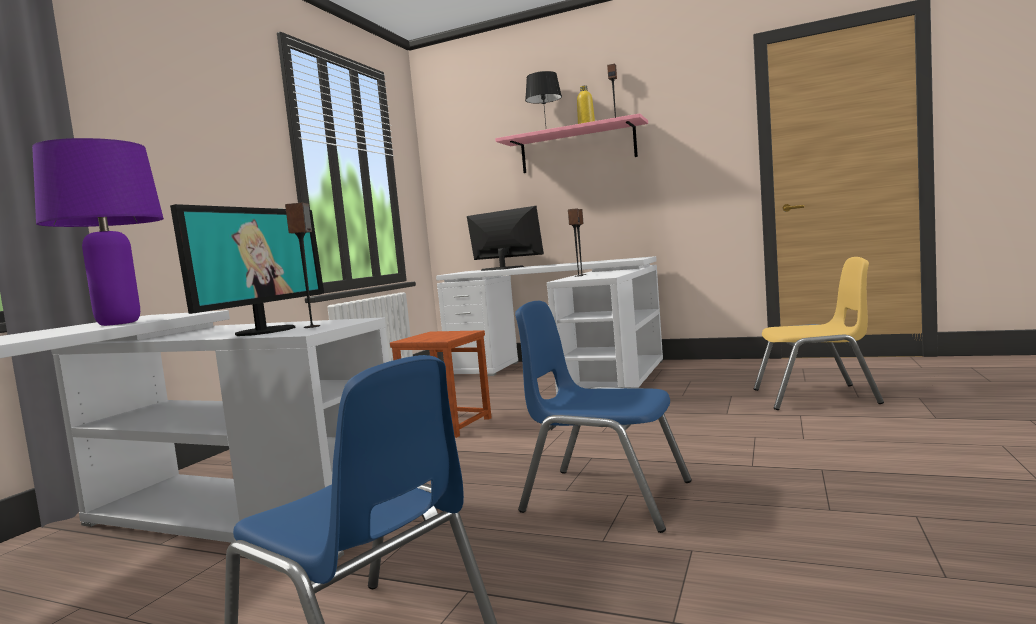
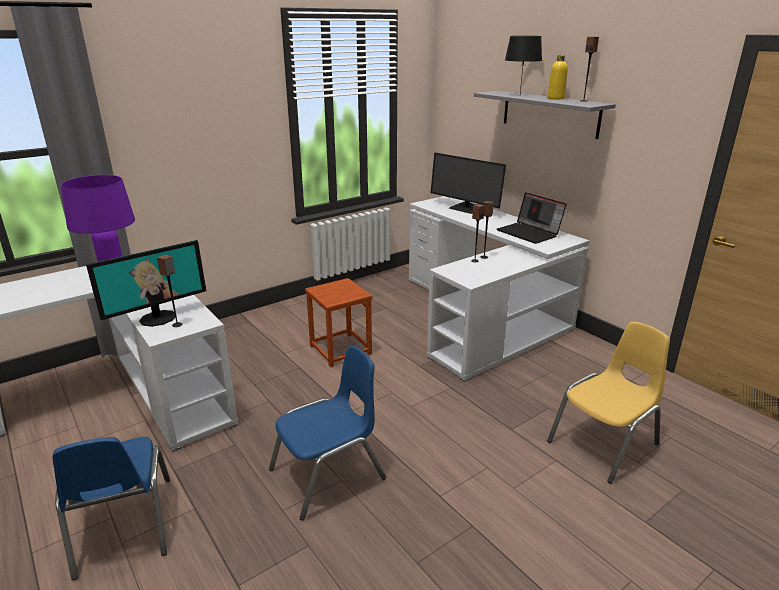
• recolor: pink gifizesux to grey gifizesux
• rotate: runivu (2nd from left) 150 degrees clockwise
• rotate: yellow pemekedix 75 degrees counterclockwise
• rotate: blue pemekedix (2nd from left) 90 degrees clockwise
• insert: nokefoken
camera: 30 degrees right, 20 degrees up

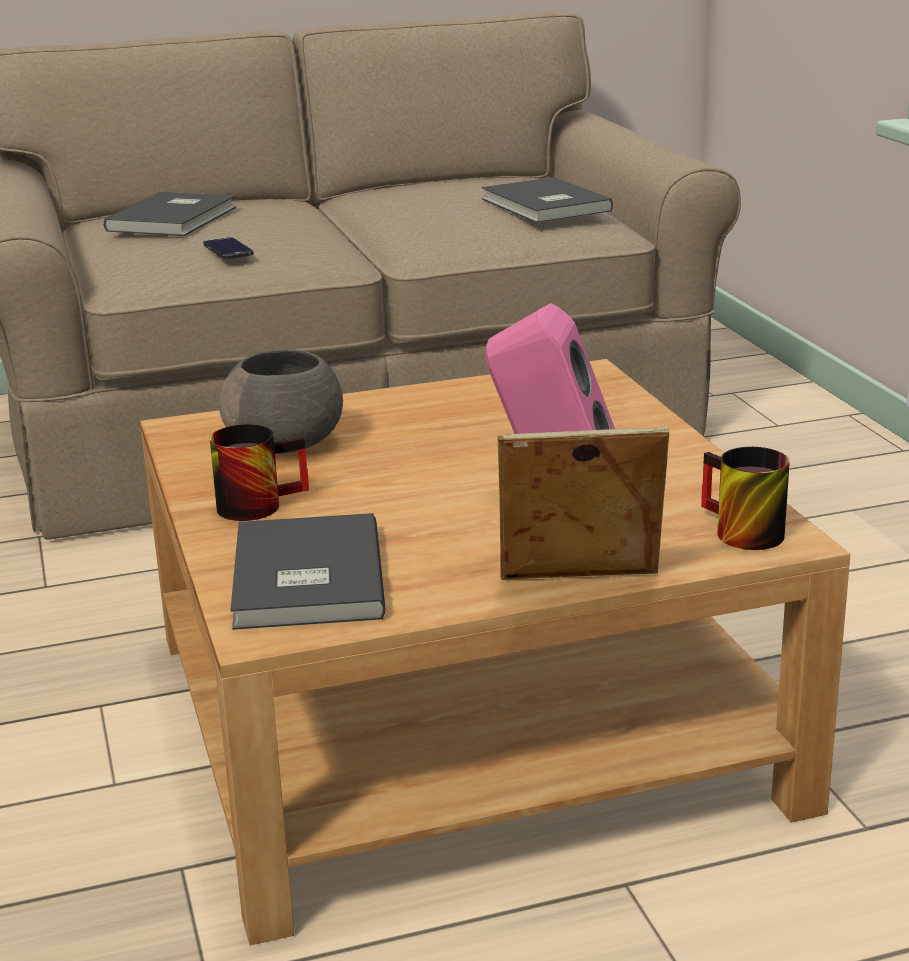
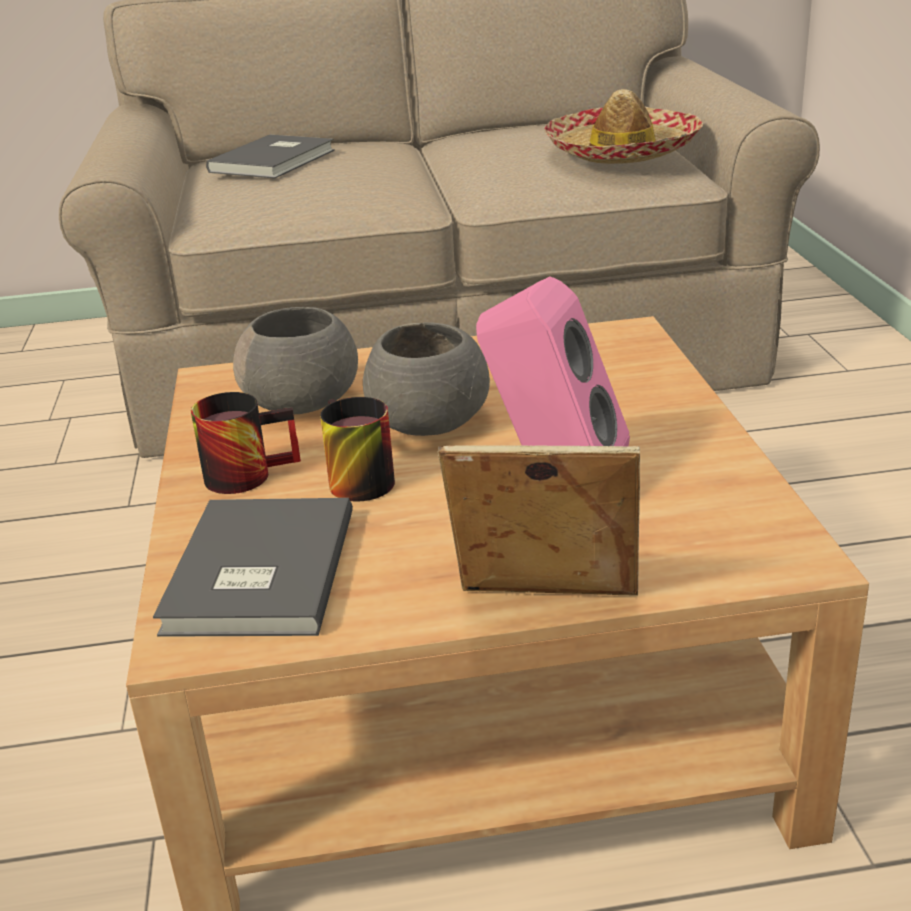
• replace: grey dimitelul (3rd from left) to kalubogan
• delete: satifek
• move: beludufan (2nd from left)
• insert: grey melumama (2nd from left)
camera: 10 degrees right, 5 degrees up

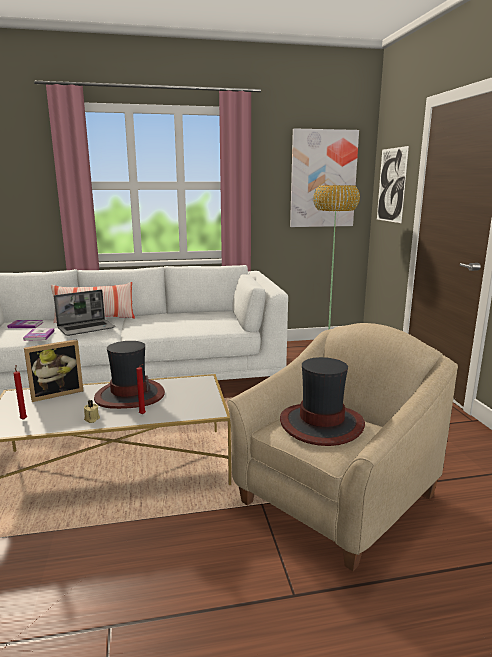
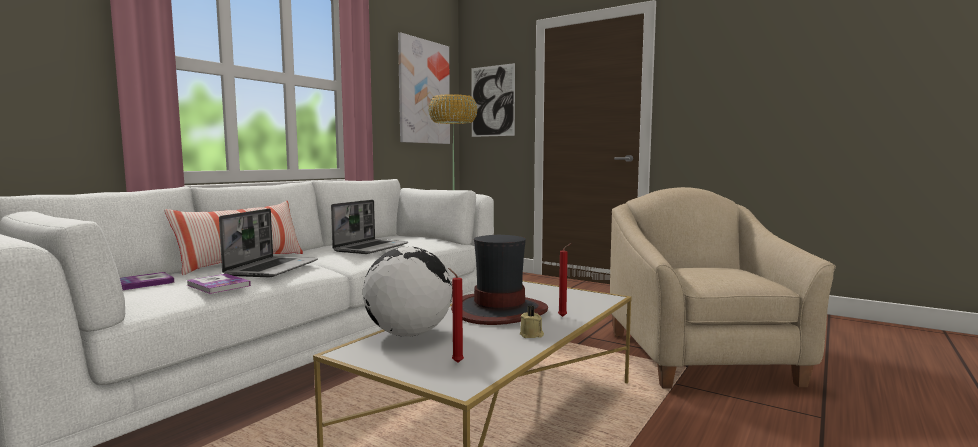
• replace: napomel to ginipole
• delete: kalubogan (2nd from left)
• insert: nokefoken (2nd from left)
camera: 45 degrees left, 10 degrees down

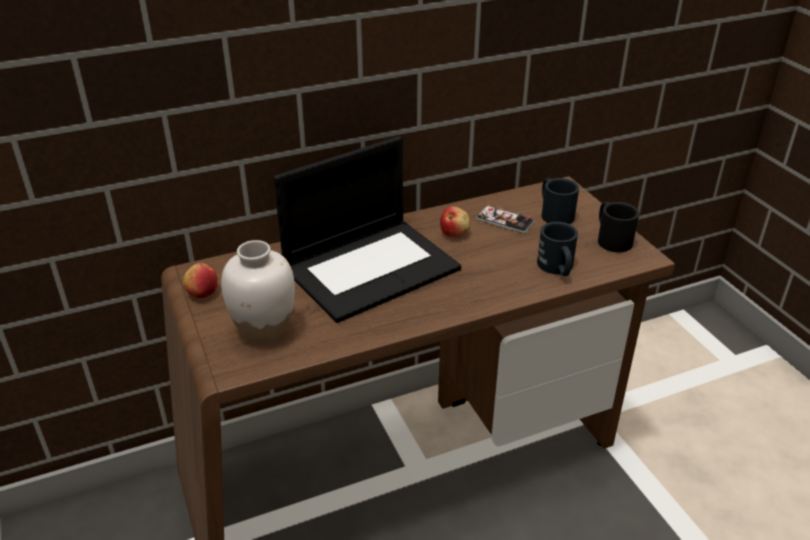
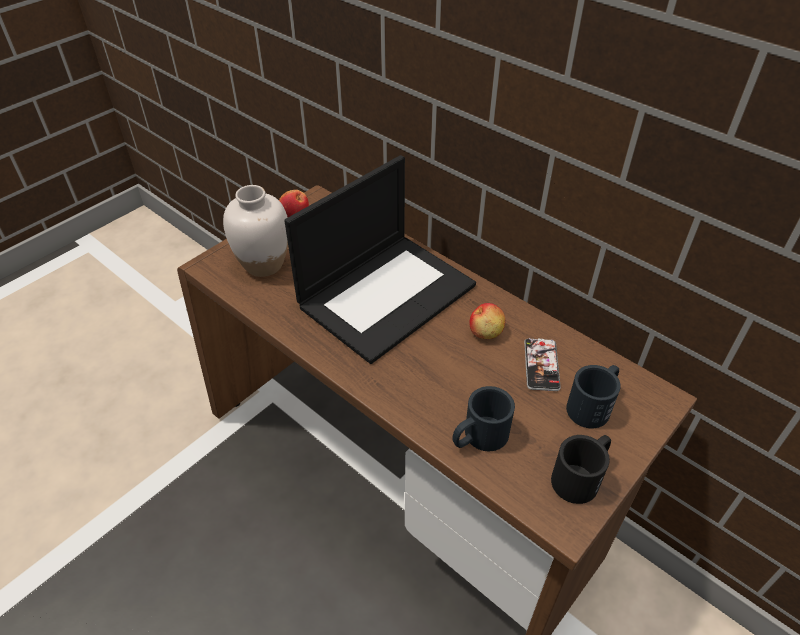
• rotate: nokefoken 75 degrees counterclockwise
camera: 65 degrees right, 10 degrees up

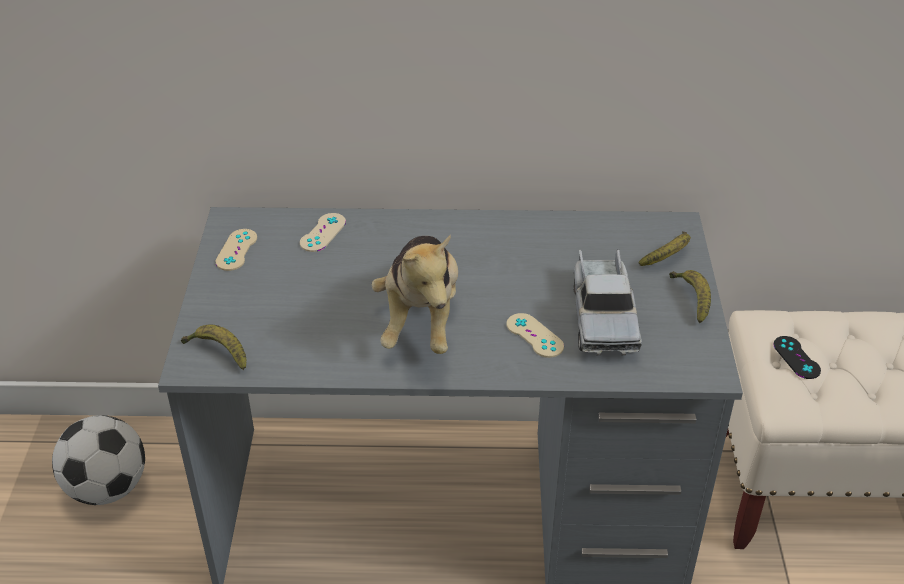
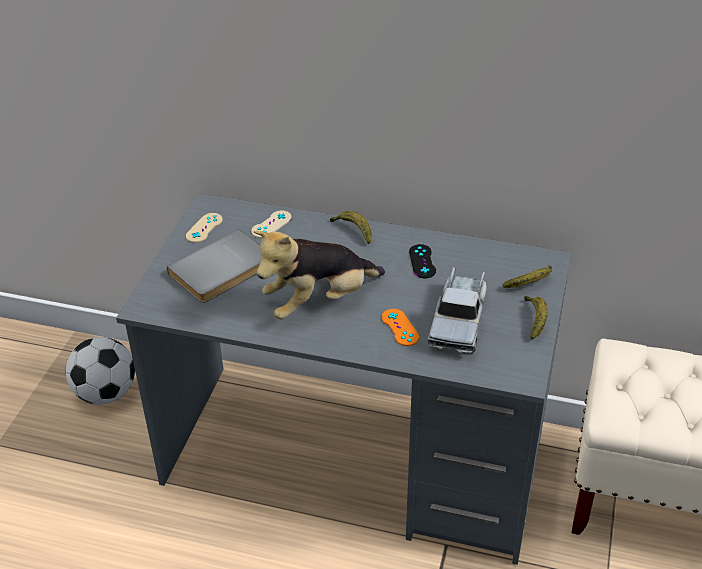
• rotate: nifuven 45 degrees clockwise
• recolor: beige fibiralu (3rd from left) to orange fibiralu
• move: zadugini (1st from left)
• move: black fibiralu
• insert: grey dimitelul
camera: 15 degrees right, 0 degrees up

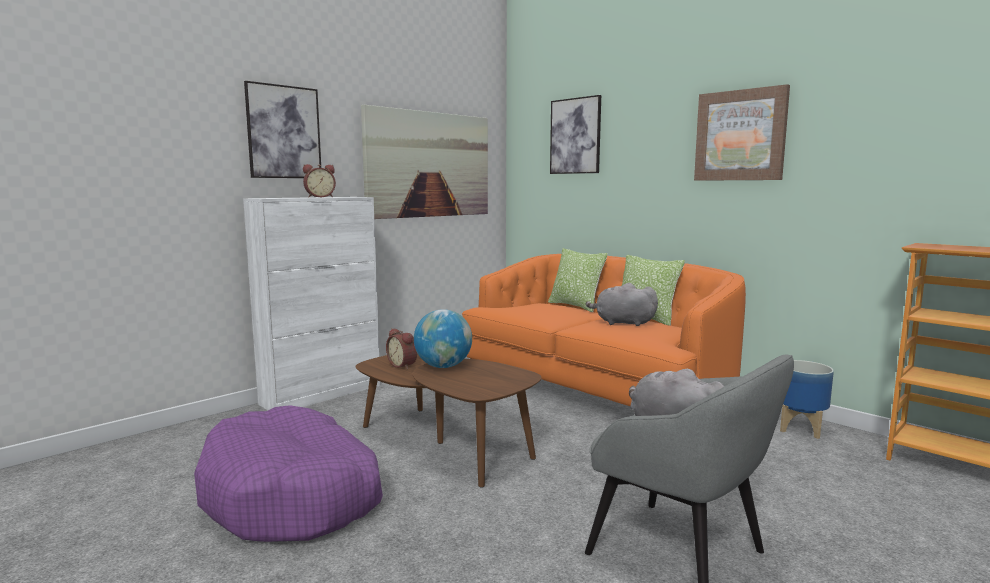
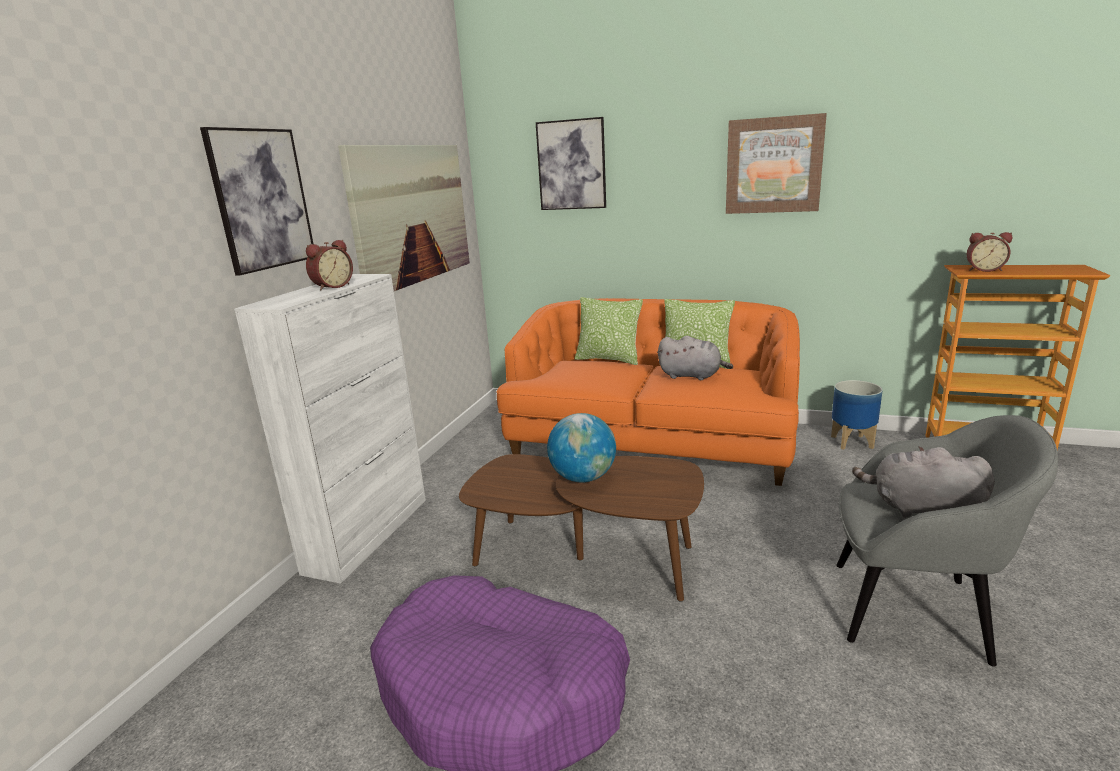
• rotate: grey nifuven (1st from left) 150 degrees counterclockwise
• move: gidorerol (2nd from left)
camera: 25 degrees left, 10 degrees up

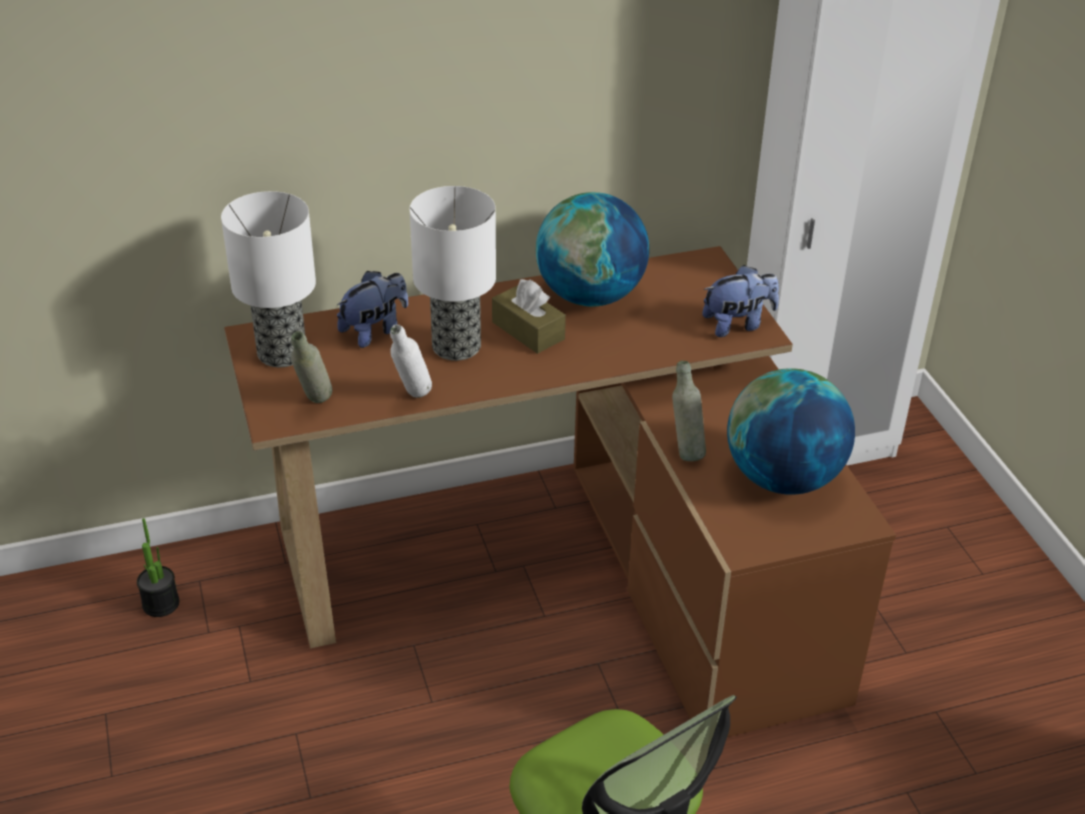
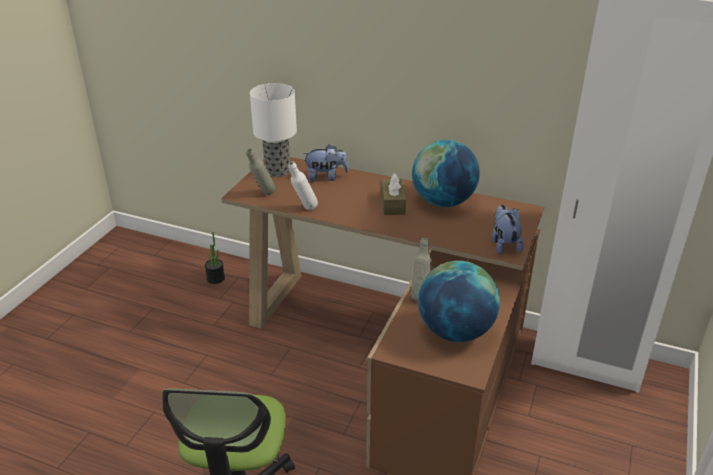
• delete: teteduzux (2nd from left)
• rotate: nifuven (2nd from left) 120 degrees counterclockwise
camera: 40 degrees right, 5 degrees down

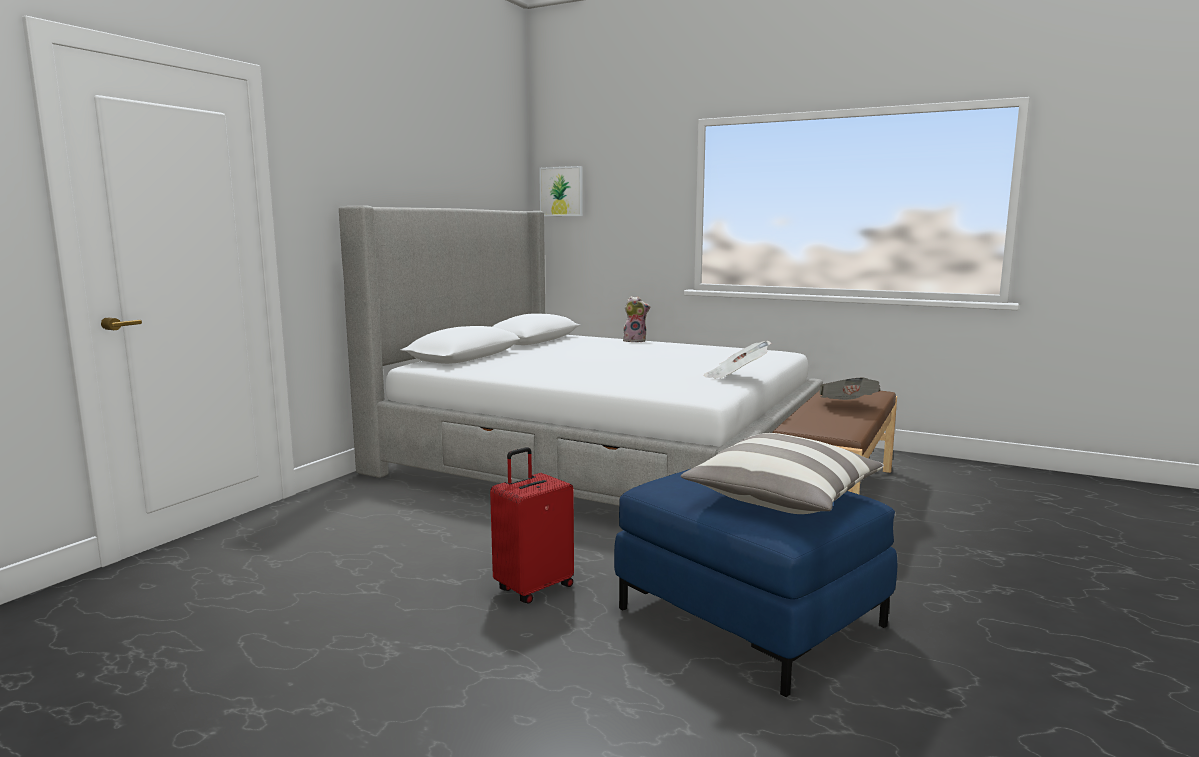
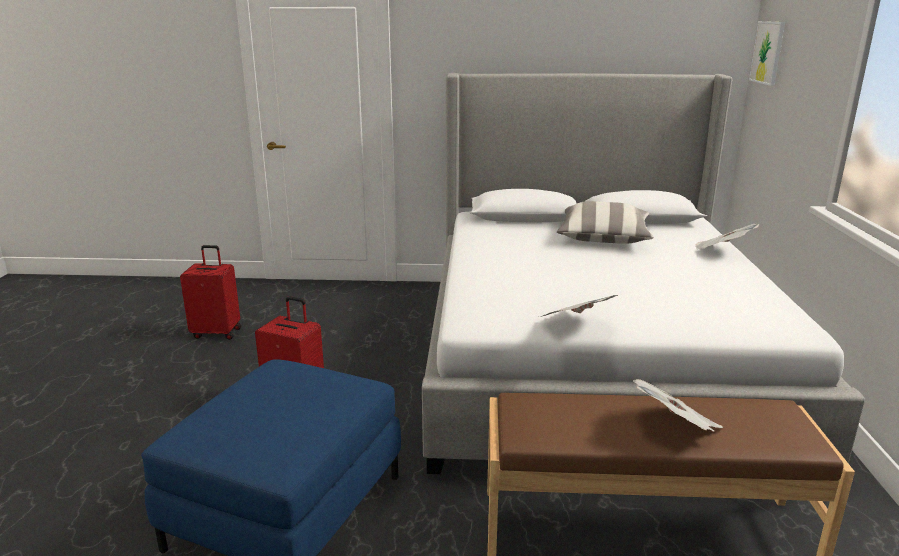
• replace: nifuven to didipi (3rd from left)
• move: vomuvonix
• insert: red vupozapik (1st from left)
camera: 65 degrees right, 10 degrees up

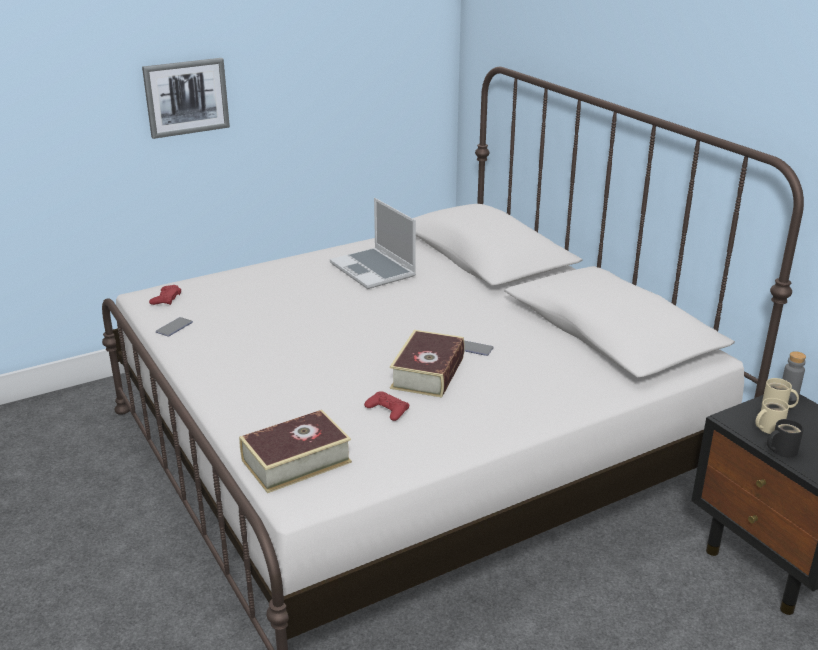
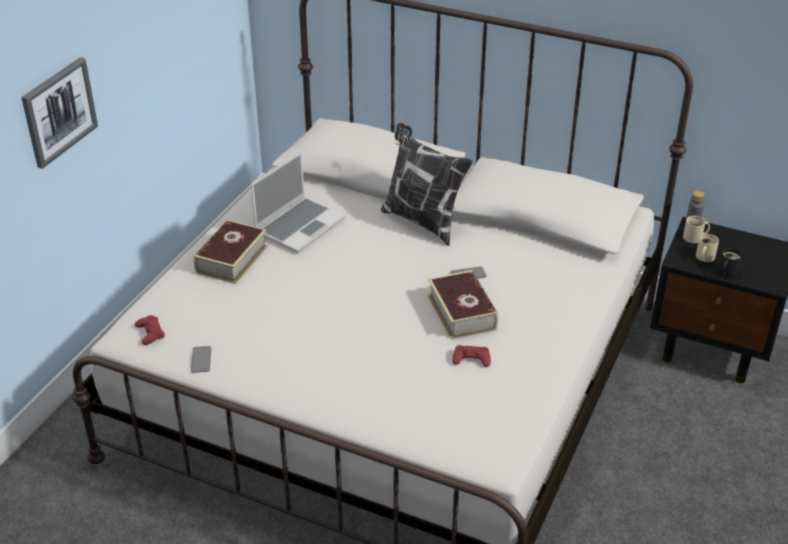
• rotate: nokefoken 75 degrees counterclockwise
• move: dimitelul (1st from left)
• insert: vomuvonix
camera: 35 degrees left, 10 degrees up

